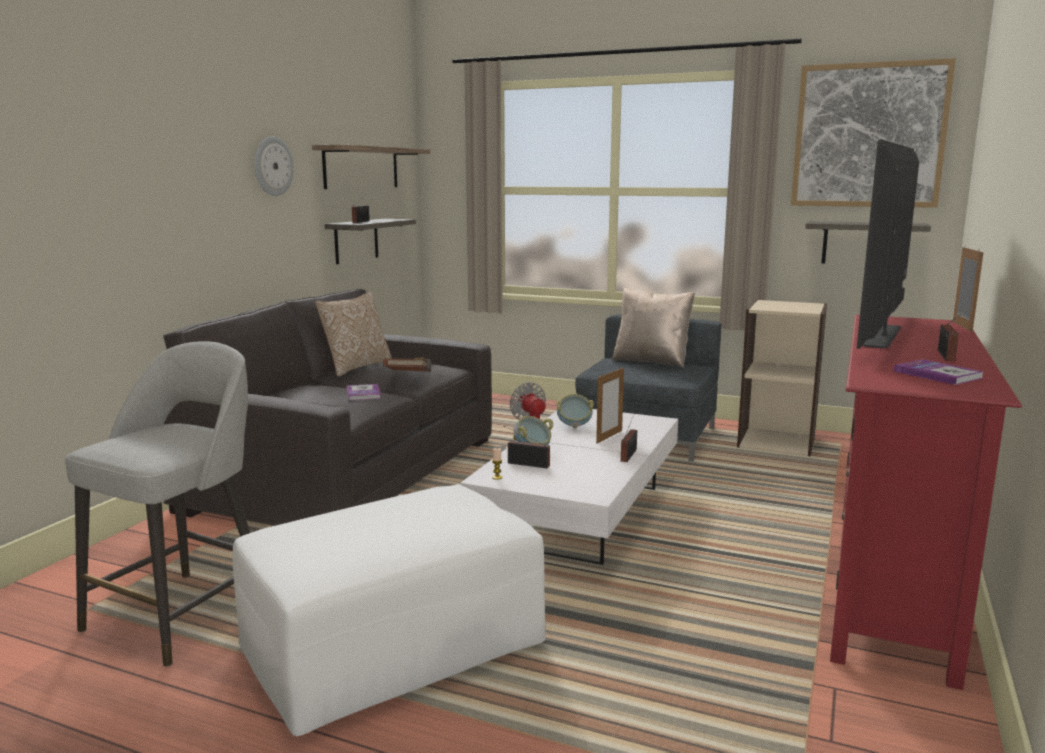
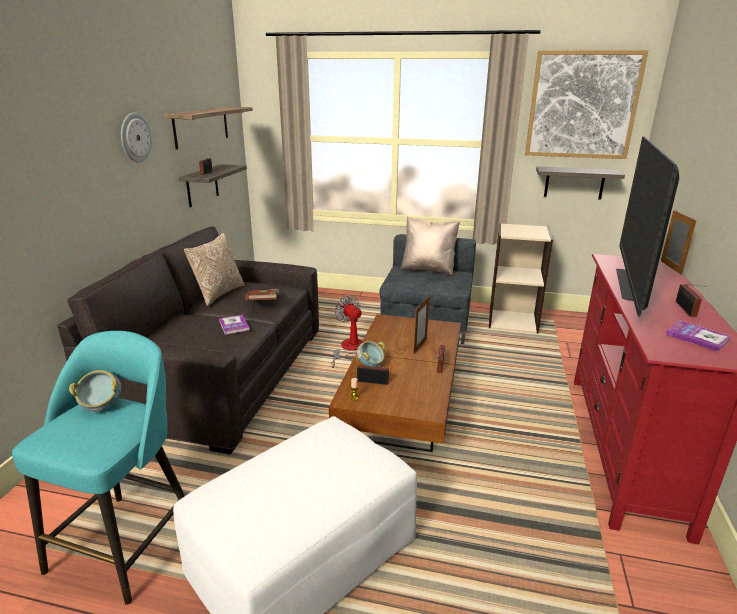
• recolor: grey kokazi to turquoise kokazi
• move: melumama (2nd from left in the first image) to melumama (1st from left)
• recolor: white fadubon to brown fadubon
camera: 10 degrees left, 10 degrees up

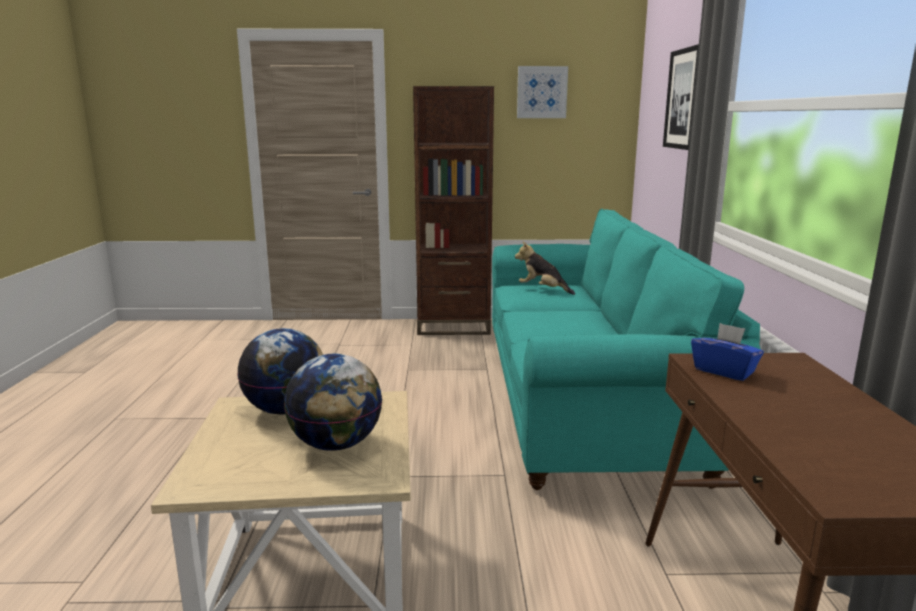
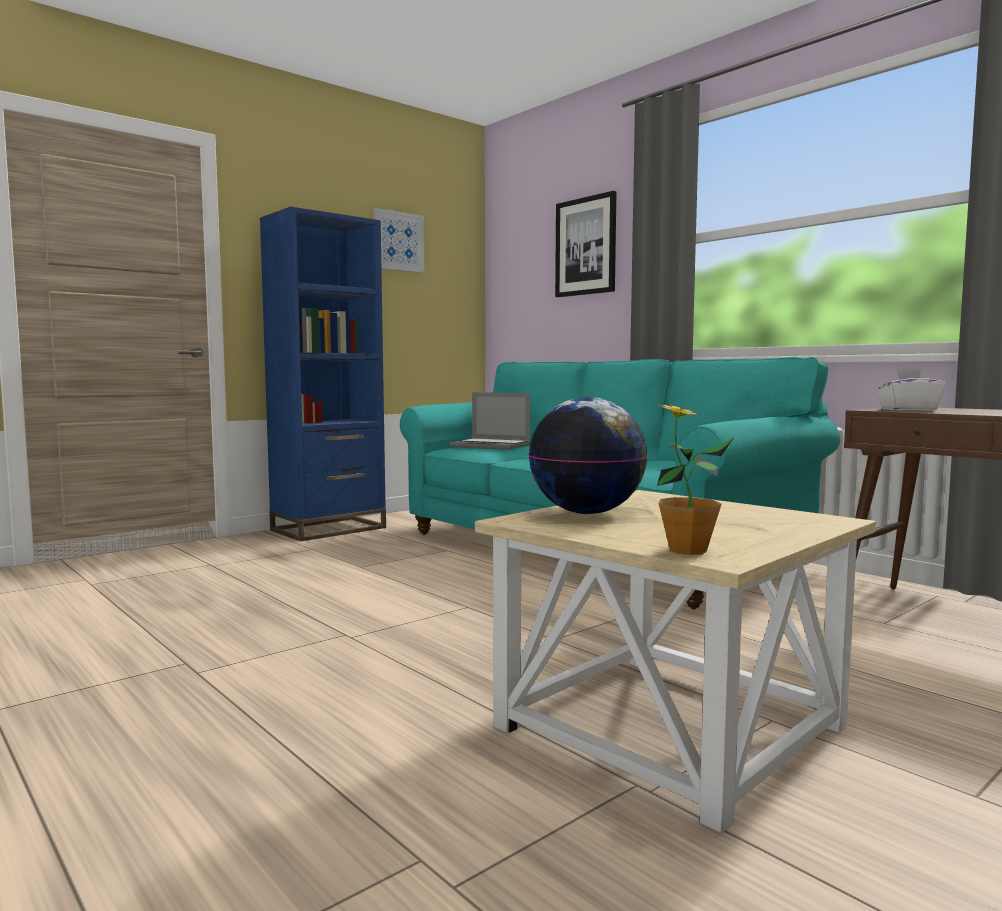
• recolor: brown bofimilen to blue bofimilen
• replace: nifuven to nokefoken
• recolor: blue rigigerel to white rigigerel
• delete: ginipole (2nd from left)
• insert: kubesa
camera: 40 degrees left, 10 degrees down

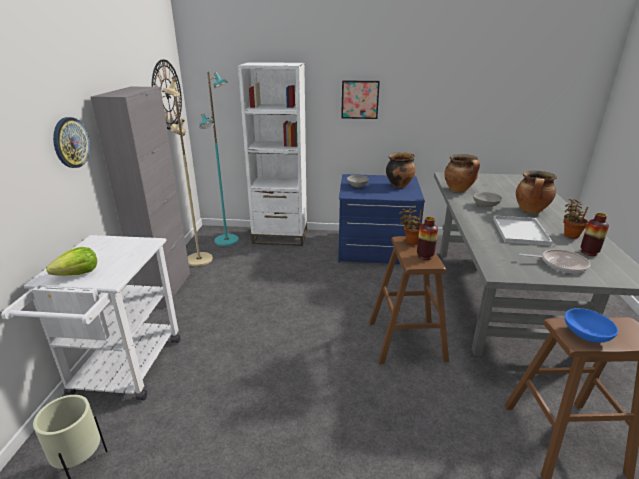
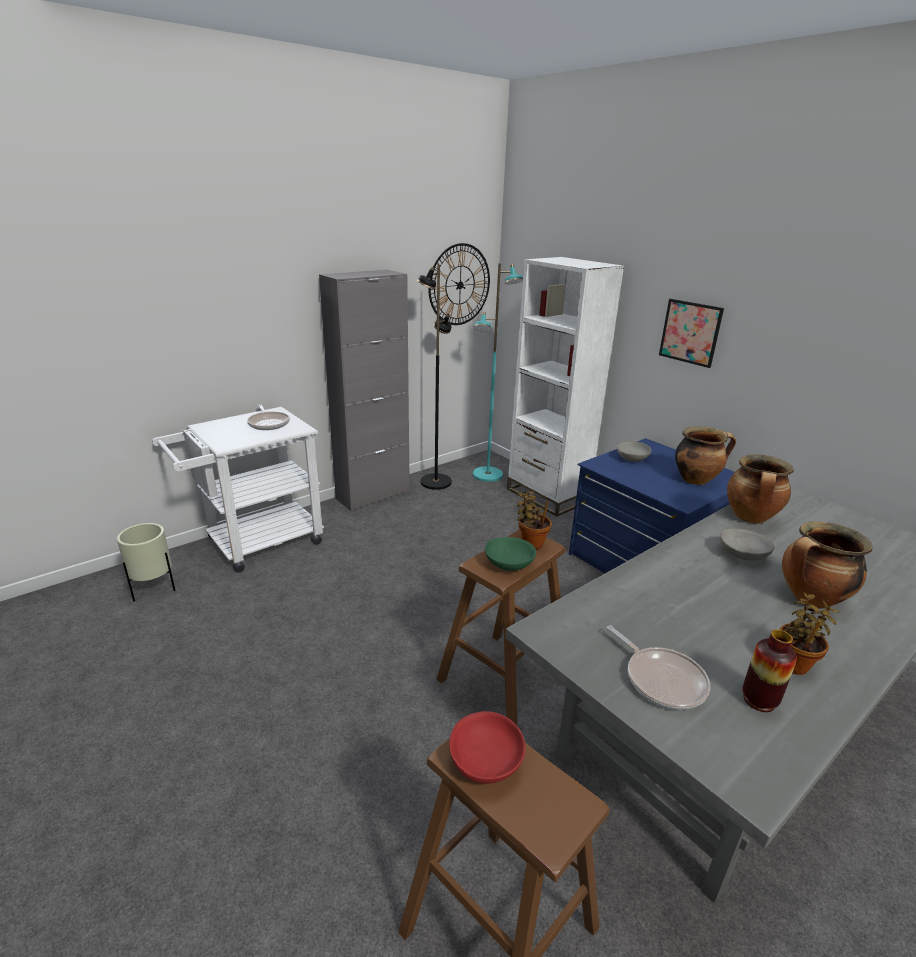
• recolor: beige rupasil to black rupasil
• delete: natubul (1st from left)
• delete: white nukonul
• replace: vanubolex (1st from left) to green melumama
• delete: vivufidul
• recolor: blue melumama to red melumama
• insert: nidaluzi (1st from left)
camera: 45 degrees right, 0 degrees up

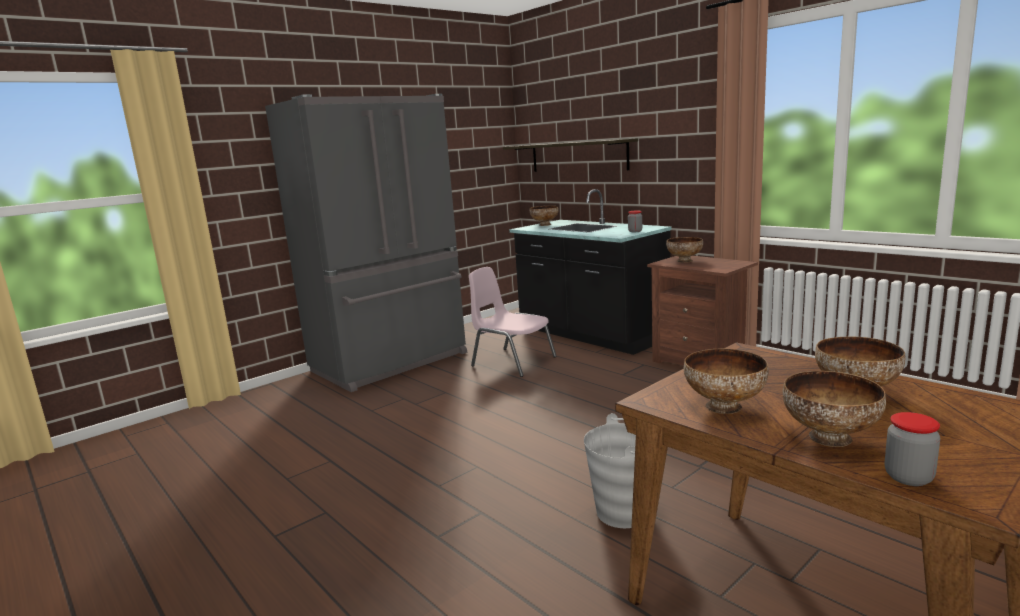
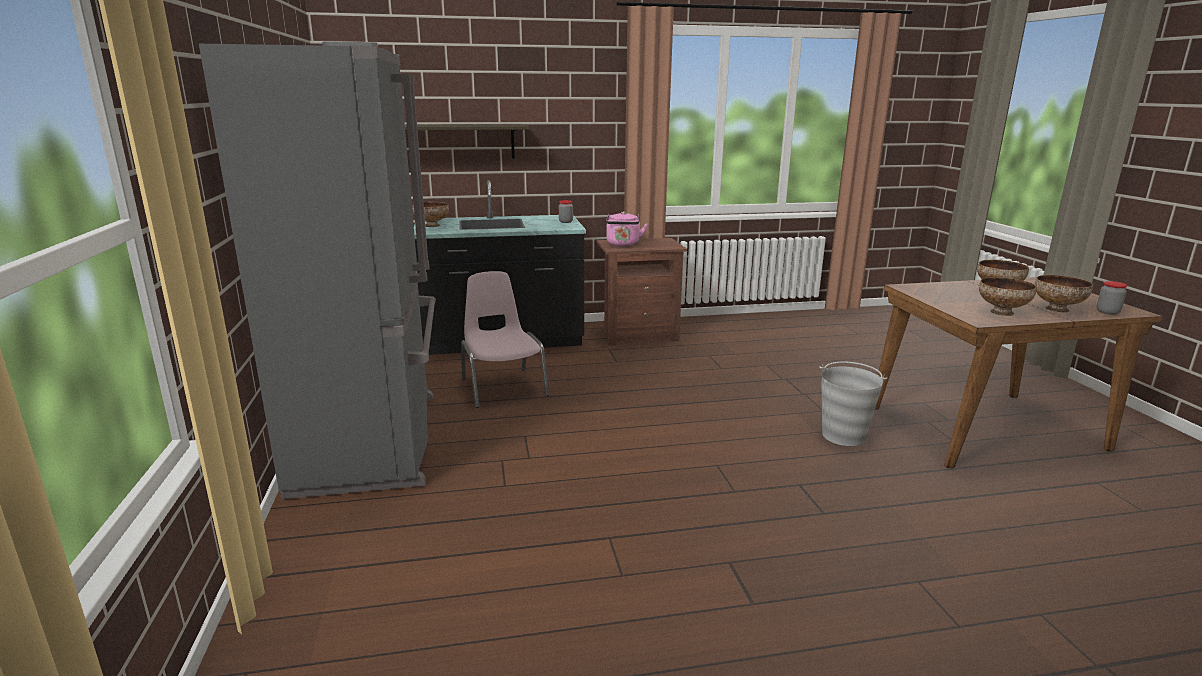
• replace: melumama (2nd from left) to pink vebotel
• rotate: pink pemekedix 90 degrees clockwise
camera: 60 degrees left, 5 degrees up

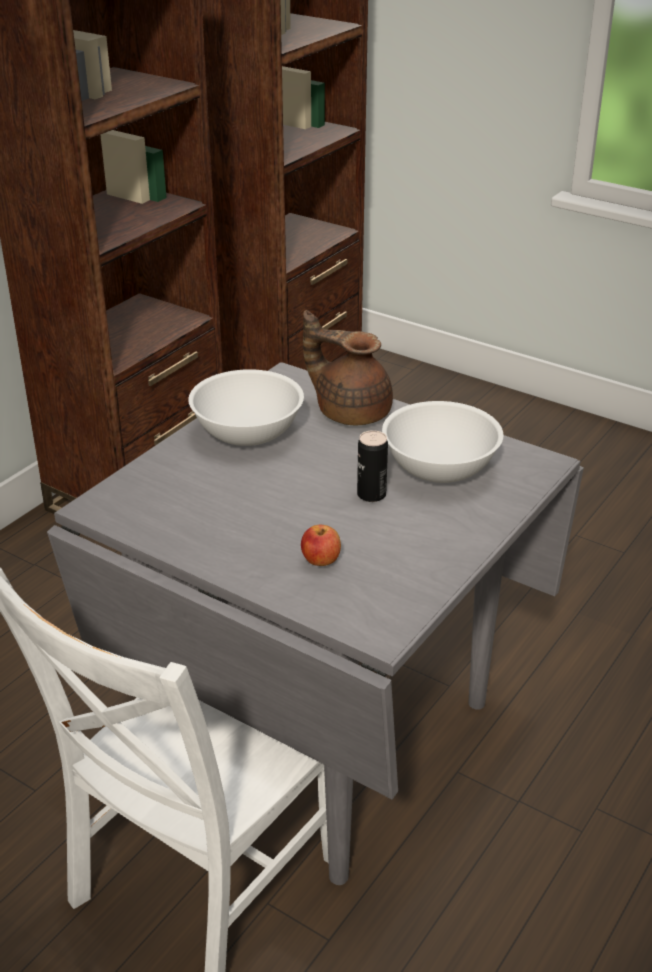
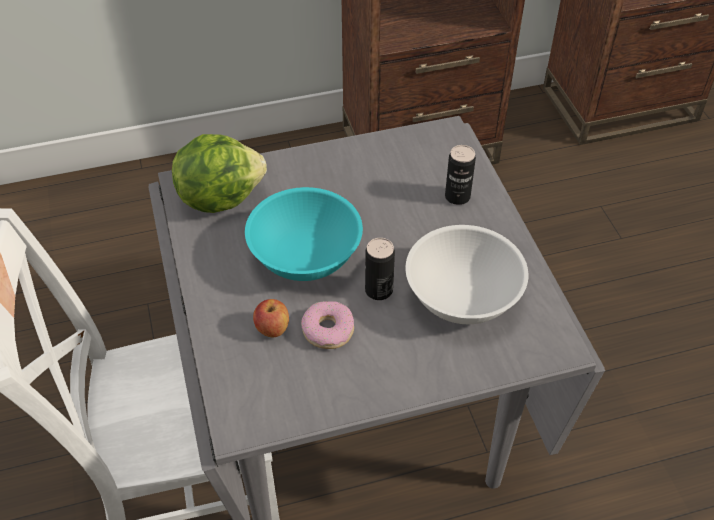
• replace: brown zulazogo to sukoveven (2nd from left)
• delete: white melumama (1st from left)
• insert: vivufidul
• insert: turquoise melumama
• insert: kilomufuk
camera: 40 degrees right, 15 degrees up

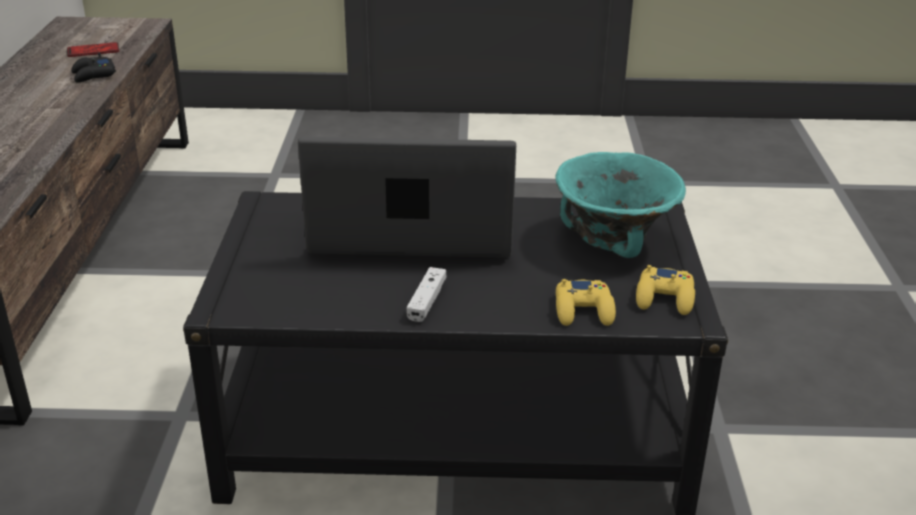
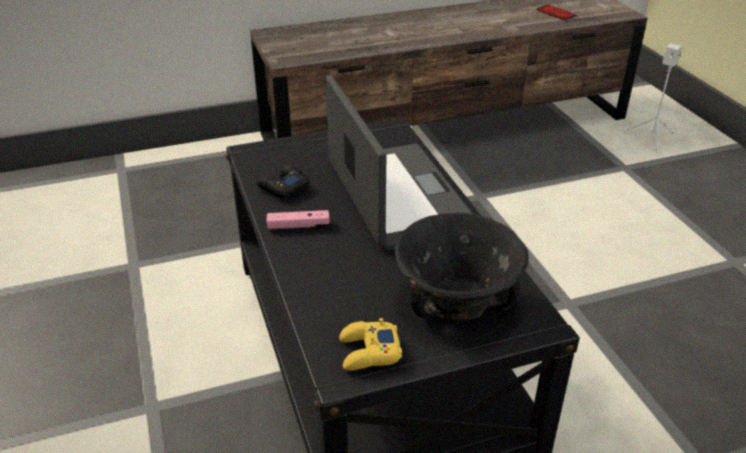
• move: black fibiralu
• recolor: turquoise melumama to black melumama
• recolor: white fibiralu to pink fibiralu
• delete: yellow fibiralu (1st from left)
• insert: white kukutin
camera: 70 degrees right, 5 degrees up

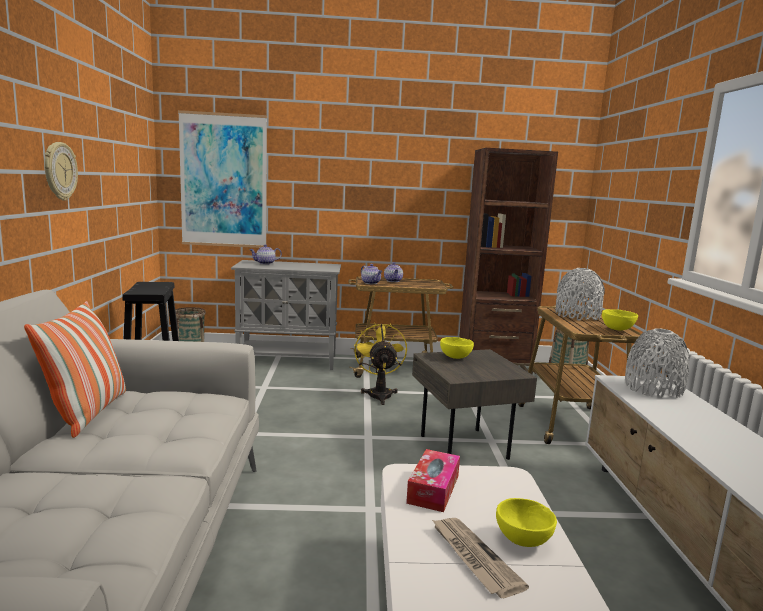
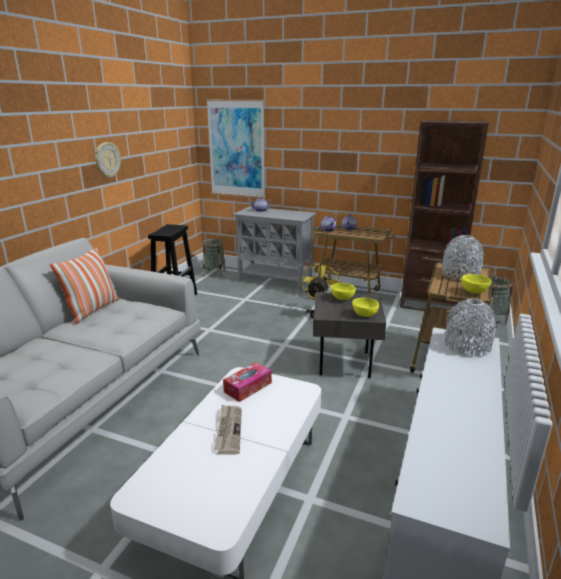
• move: yellow melumama (2nd from left)
camera: 25 degrees right, 10 degrees up

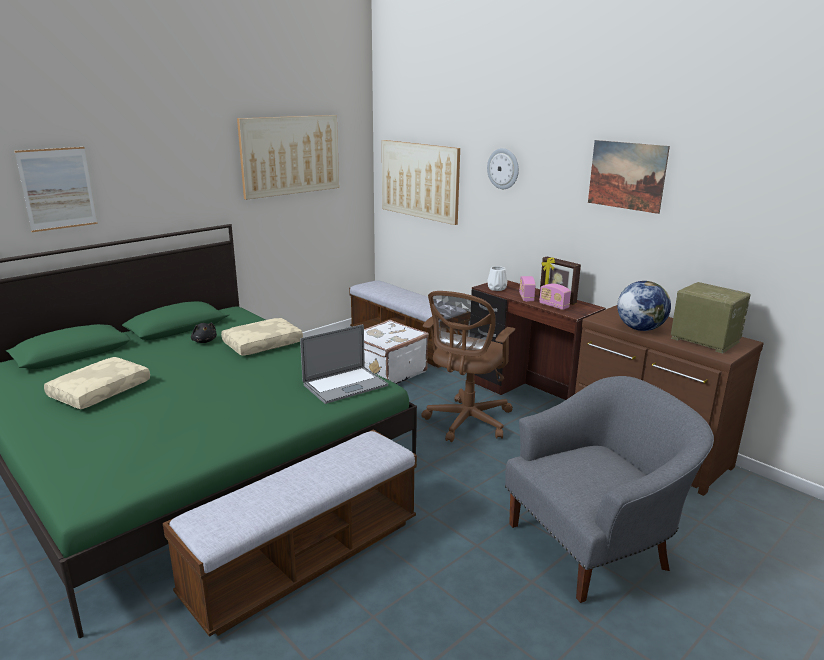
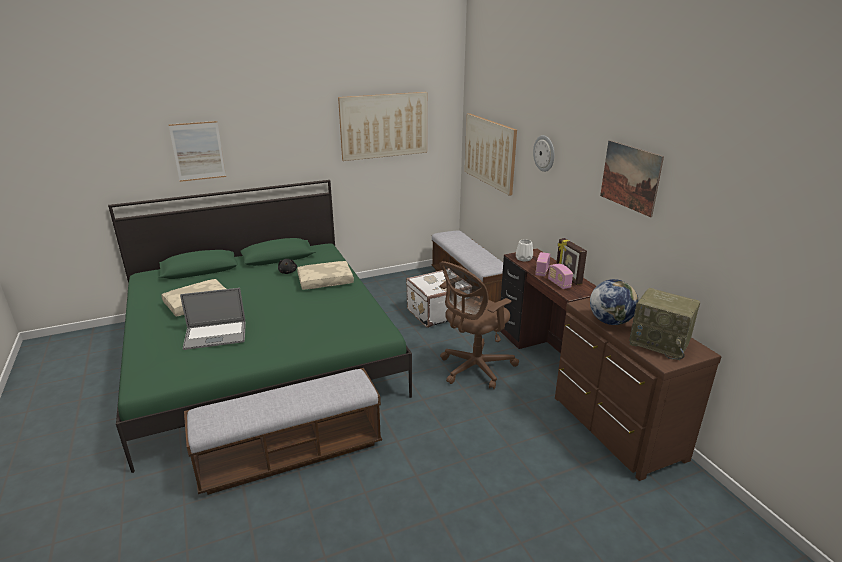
• rotate: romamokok (3rd from left) 150 degrees clockwise
• move: nokefoken
• delete: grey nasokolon
camera: 20 degrees right, 5 degrees up

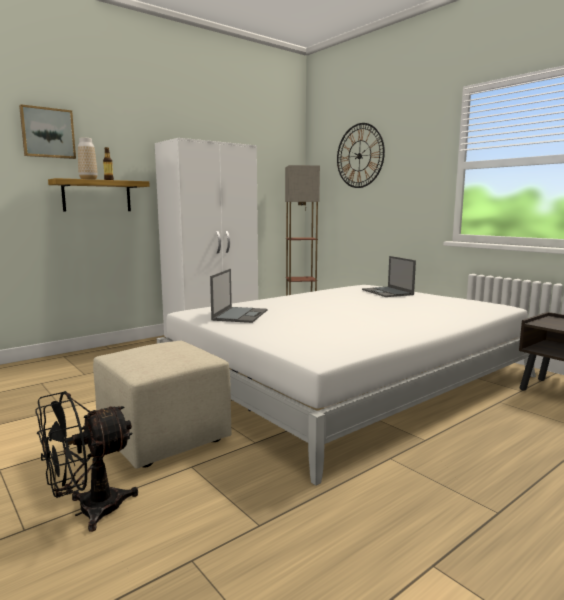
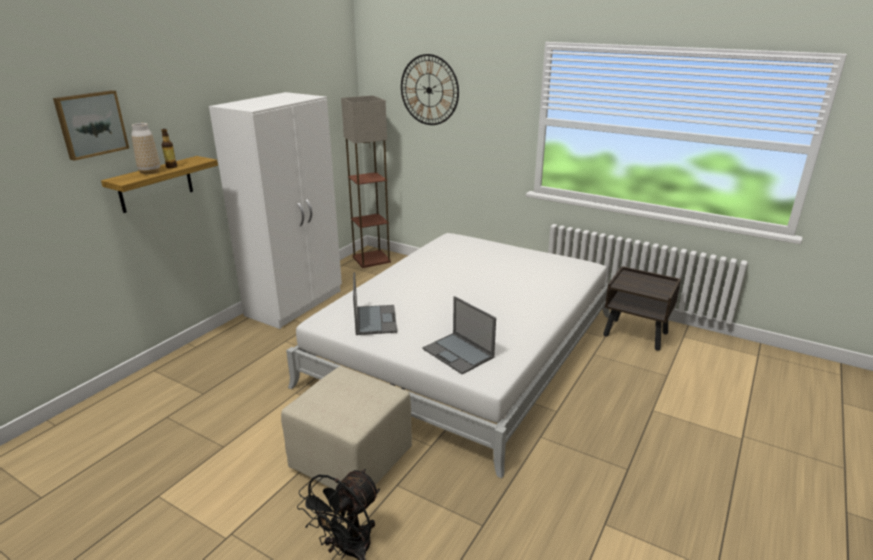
• move: nokefoken (2nd from left)
camera: 20 degrees left, 15 degrees up

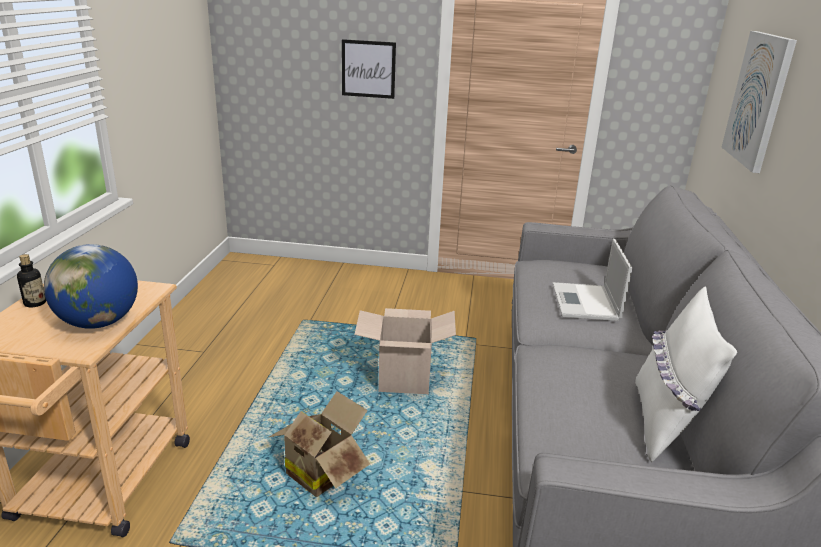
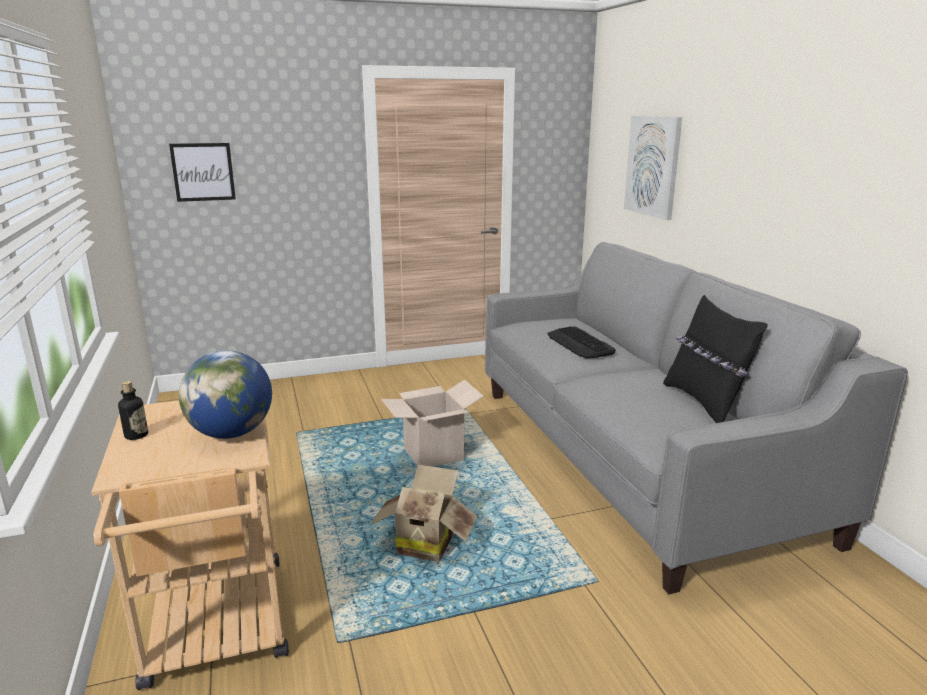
• move: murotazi (1st from left)
• replace: nokefoken to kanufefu
• recolor: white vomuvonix to black vomuvonix
camera: 25 degrees left, 5 degrees down

